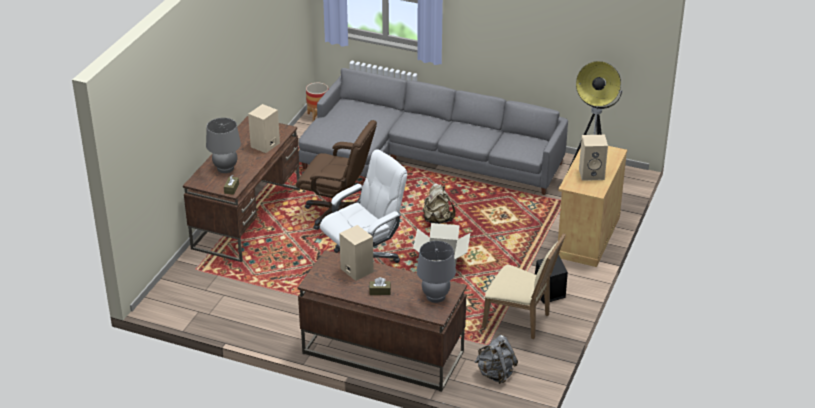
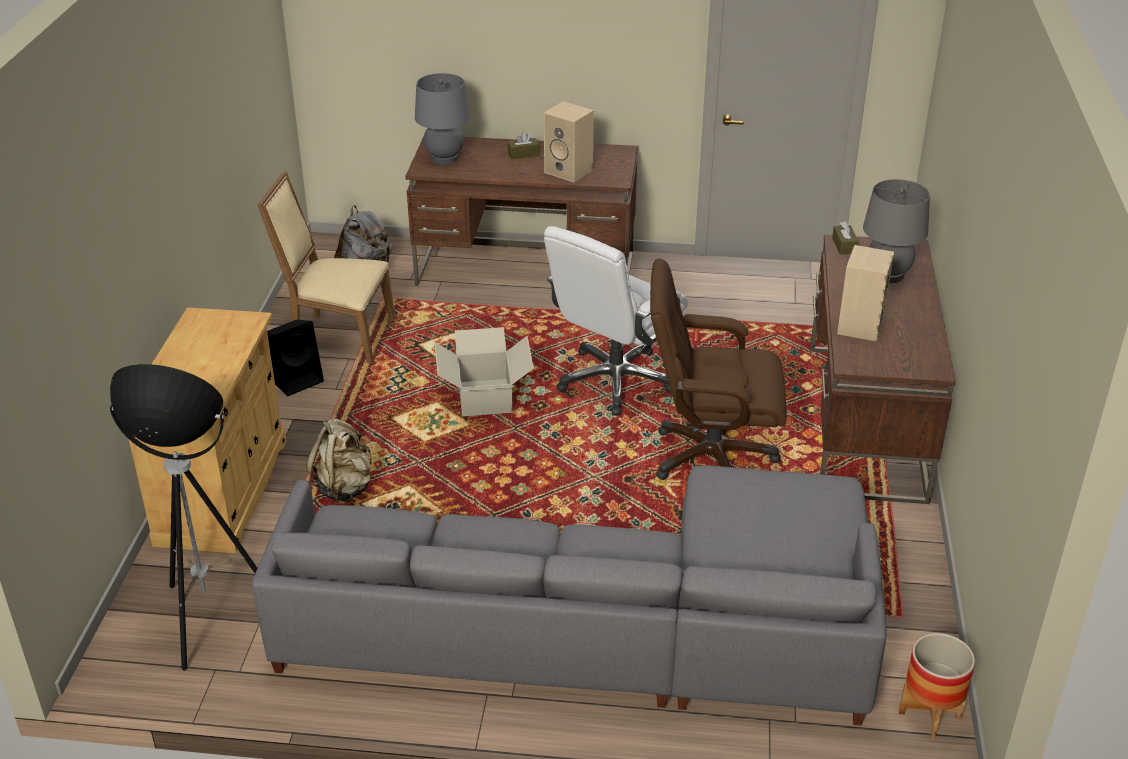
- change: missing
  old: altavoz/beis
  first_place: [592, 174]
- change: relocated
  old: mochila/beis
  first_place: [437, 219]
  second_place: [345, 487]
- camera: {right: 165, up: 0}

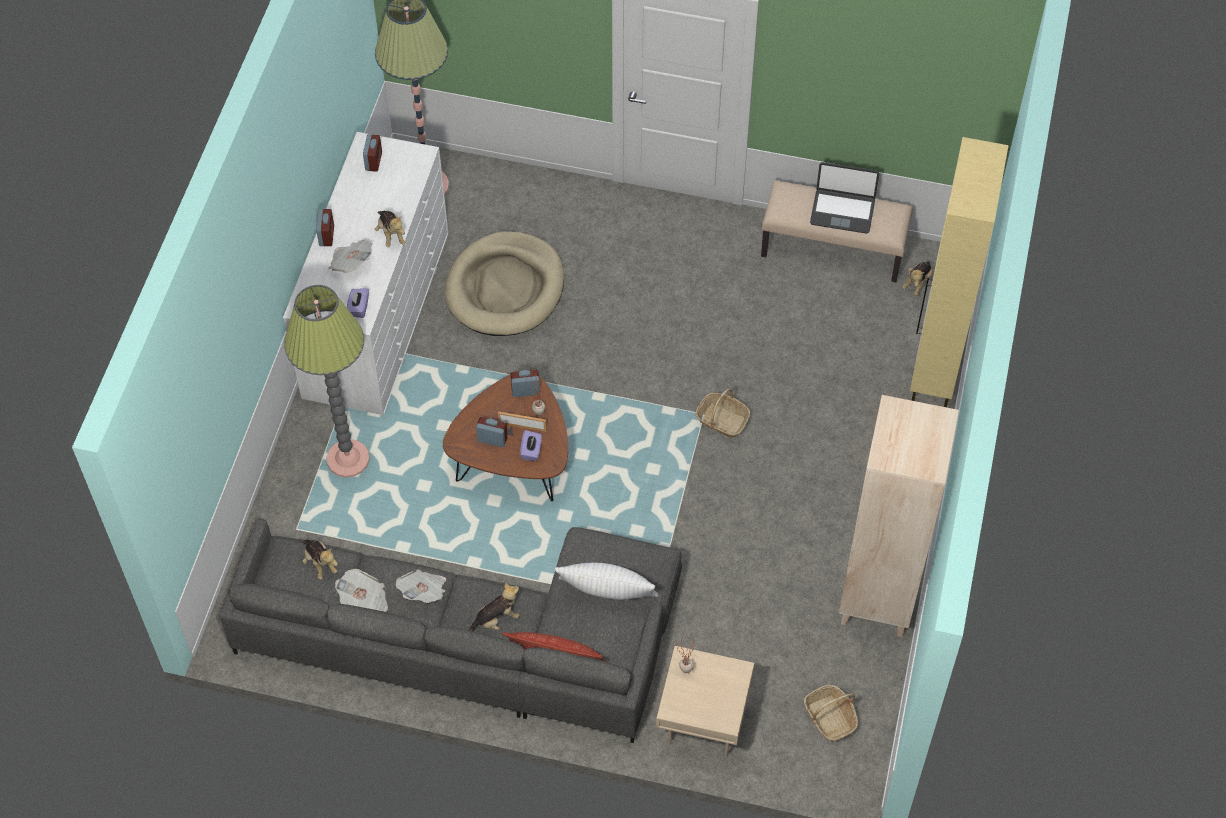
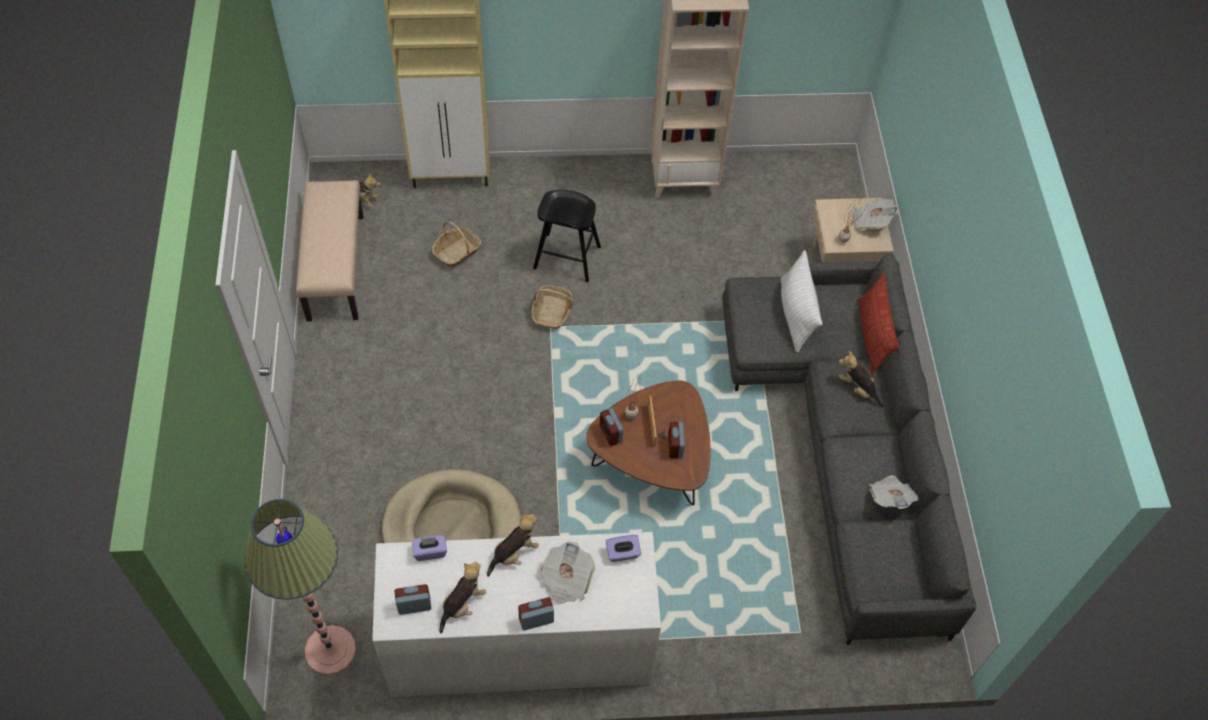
- change: missing
  old: lámpara de pie
  first_place: [348, 459]
- change: missing
  old: portátil
  first_place: [842, 211]
- change: appeared
  new: taburete/negro
  second_place: [567, 257]
- change: relocated
  old: peluche
  first_place: [319, 563]
  second_place: [463, 604]
- change: relocated
  old: periódico
  first_place: [424, 592]
  second_place: [870, 221]
- change: relocated
  old: caja de pañuelos/morado
  first_place: [531, 451]
  second_place: [430, 551]
- change: relocated
  old: cesta
  first_place: [830, 717]
  second_place: [457, 252]
- camera: {right: -110, up: 0}

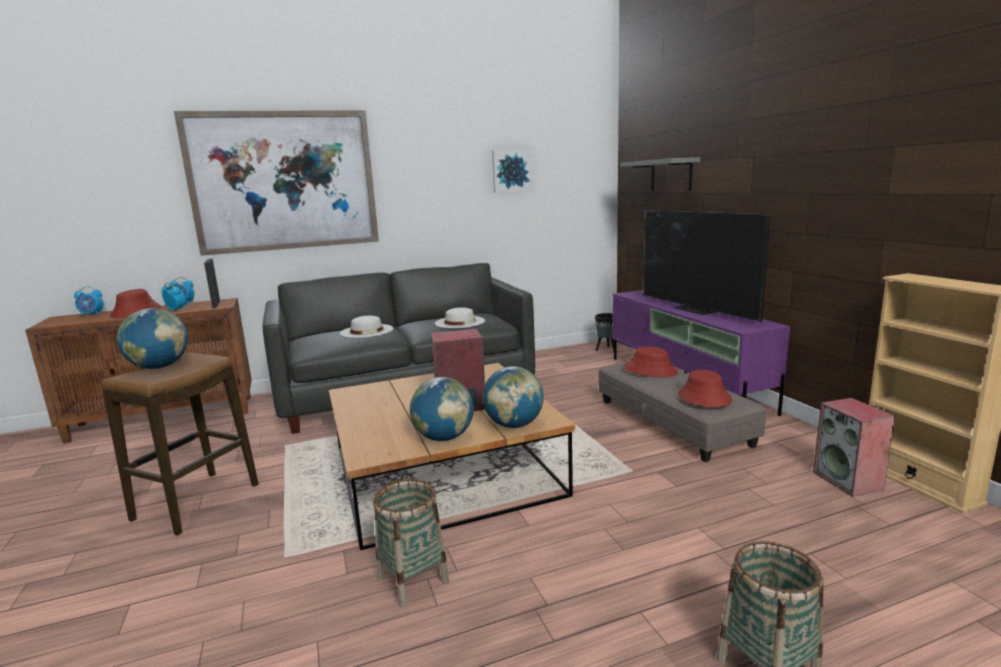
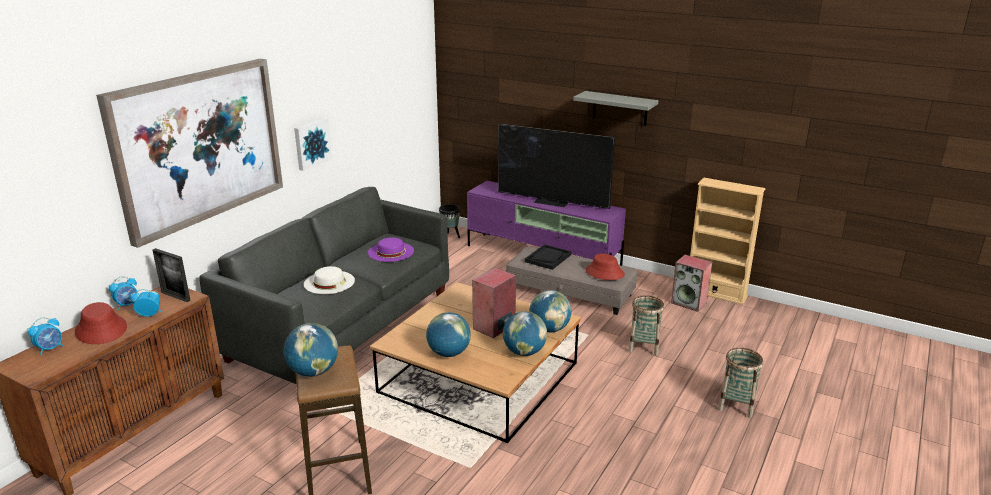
- change: appeared
  new: globo terráqueo
  second_place: [449, 353]
- change: relocated
  old: cesta
  first_place: [413, 579]
  second_place: [644, 346]
- change: relocated
  old: cuadro
  first_place: [511, 171]
  second_place: [311, 143]
- change: relocated
  old: estante/gris
  first_place: [671, 175]
  second_place: [620, 108]
- change: exchanged
  old: sombrero/rojo
  new: bandeja/negro
  first_place: [650, 370]
  second_place: [548, 258]
- change: colour
  old: sombrero/blanco
  new: sombrero/morado
  first_place: [460, 322]
  second_place: [391, 251]
- camera: {right: -40, up: 10}

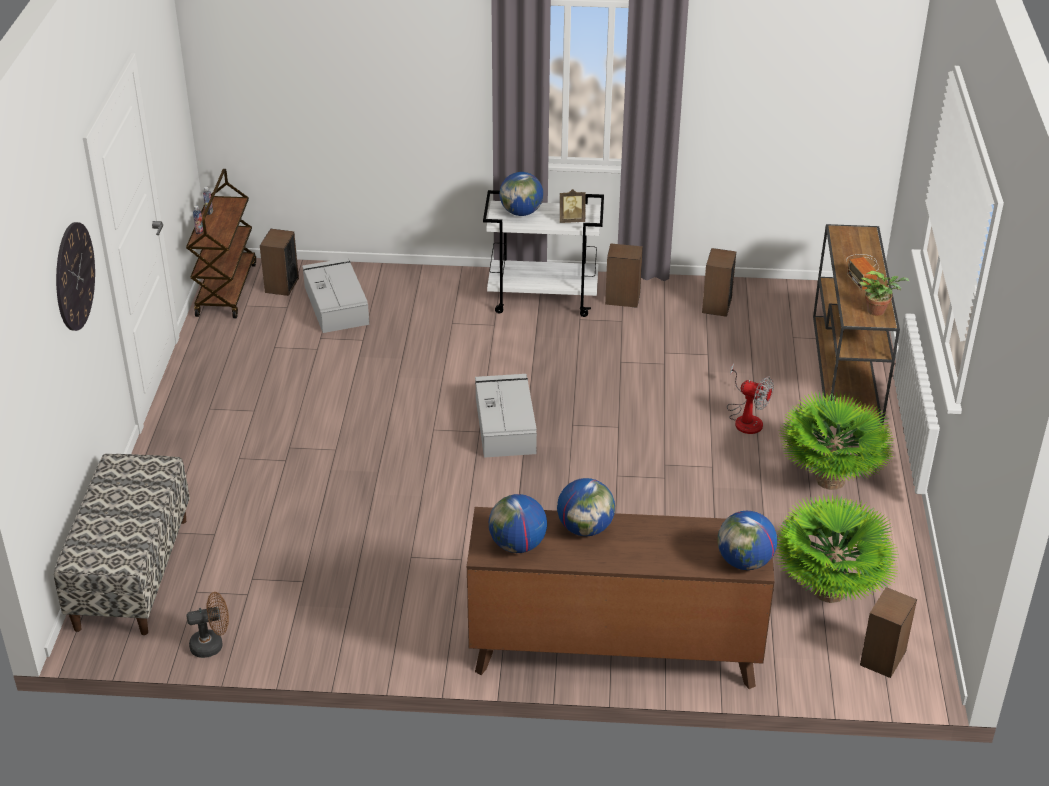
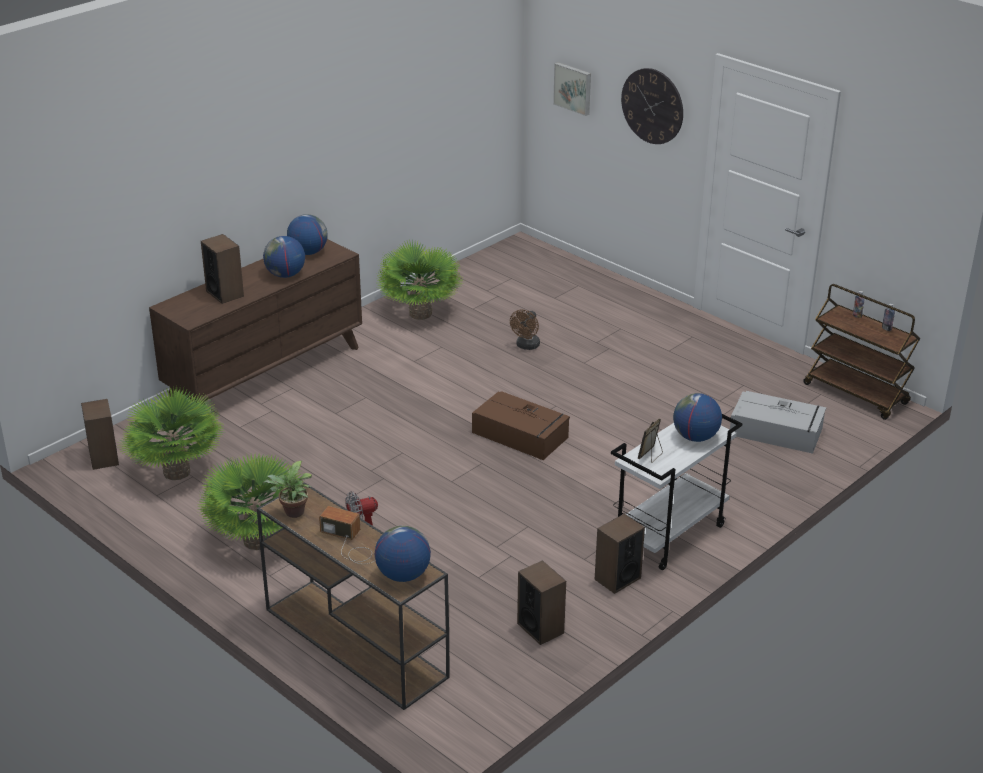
- change: missing
  old: banco
  first_place: [131, 573]
- change: appeared
  new: planta en maceta
  second_place: [420, 314]
- change: appeared
  new: cuadro
  second_place: [573, 88]
- change: relocated
  old: ventilador/marrón
  first_place: [212, 645]
  second_place: [526, 346]
- change: relocated
  old: altavoz
  first_place: [281, 285]
  second_place: [225, 293]
- change: relocated
  old: globo terráqueo
  first_place: [744, 562]
  second_place: [403, 575]
- change: colour
  old: caja de almacenaje/gris
  new: caja de almacenaje/marrón
  first_place: [505, 425]
  second_place: [521, 435]
- camera: {right: 130, up: -5}

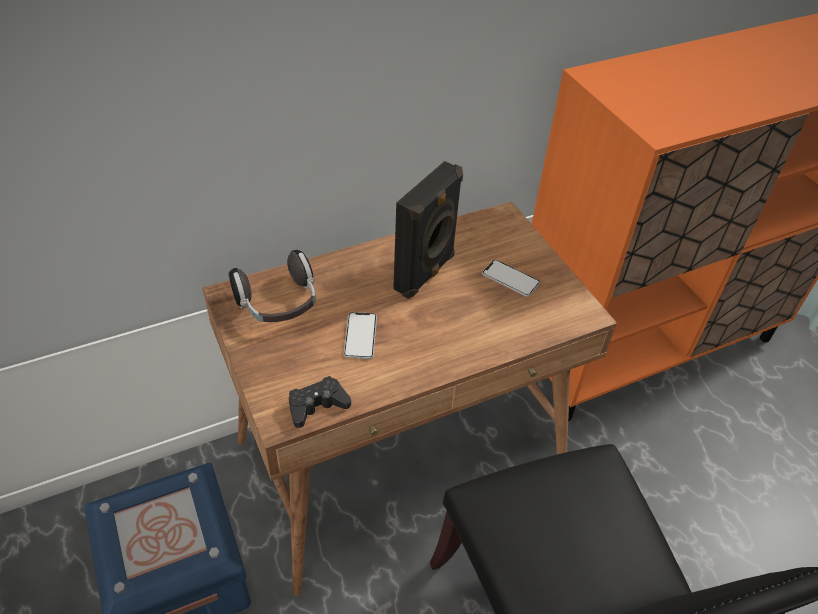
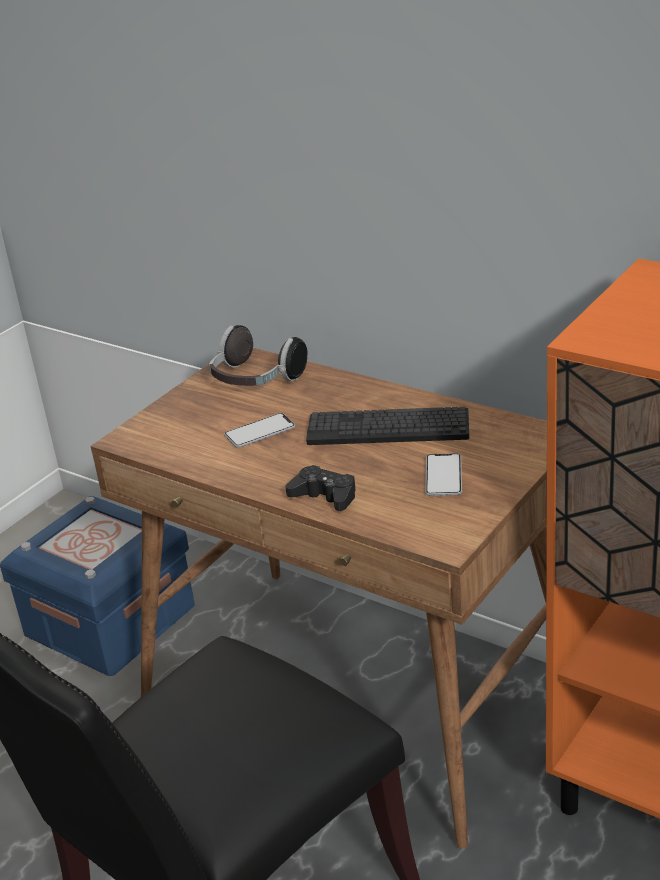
- change: relocated
  old: mando de consola/negro
  first_place: [317, 406]
  second_place: [324, 496]
- change: exchanged
  old: altavoz/negro
  new: teclado
  first_place: [426, 273]
  second_place: [388, 428]
- camera: {right: 65, up: -15}

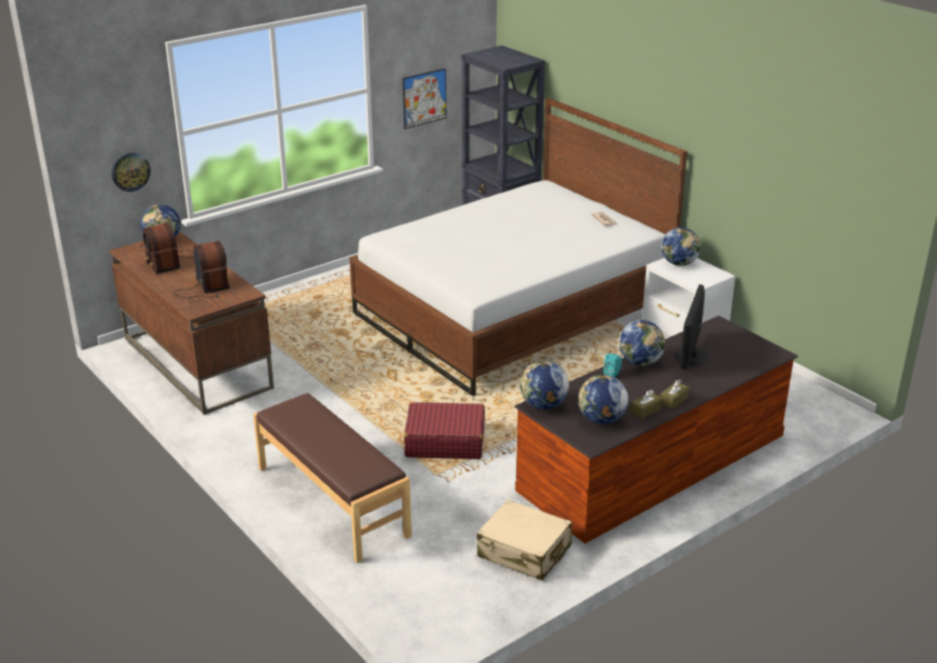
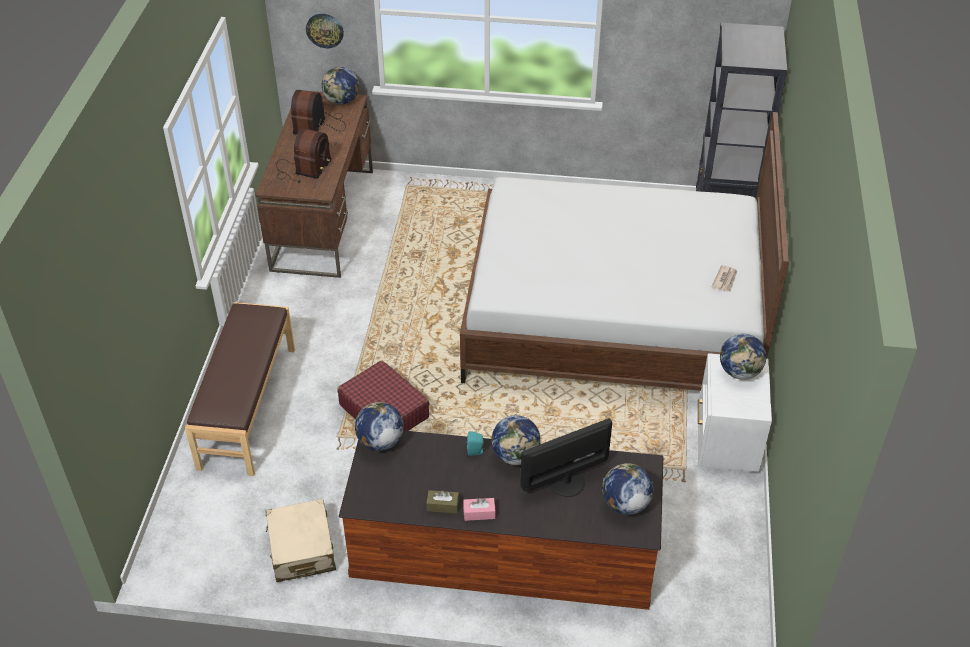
- change: missing
  old: cuadro
  first_place: [424, 98]
- change: relocated
  old: globo terráqueo
  first_place: [601, 419]
  second_place: [625, 504]
- change: colour
  old: caja de pañuelos/marrón
  new: caja de pañuelos/rosa
  first_place: [673, 400]
  second_place: [479, 513]
- camera: {right: 45, up: 15}

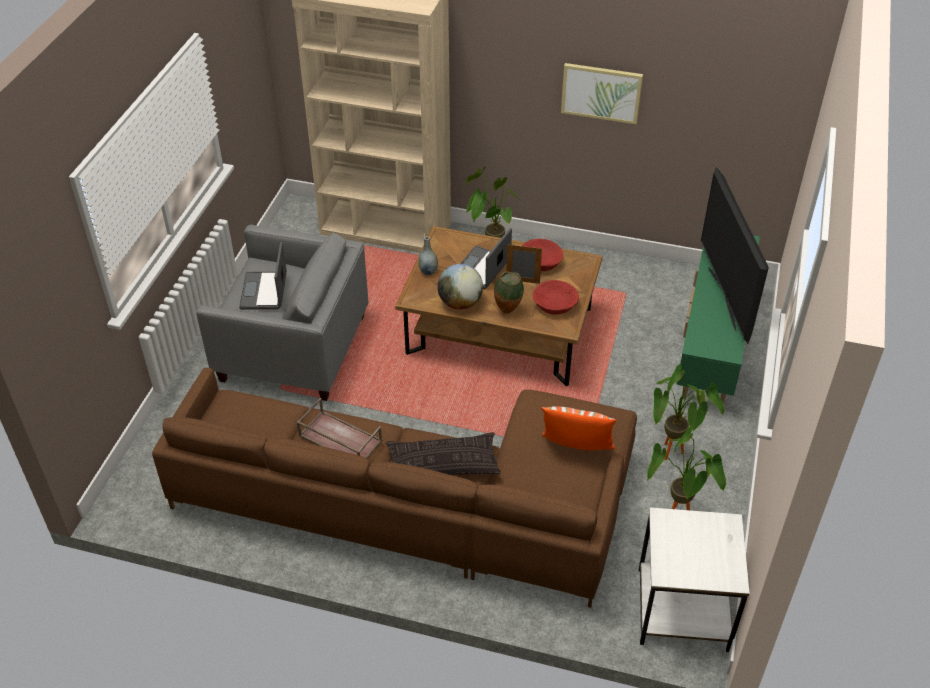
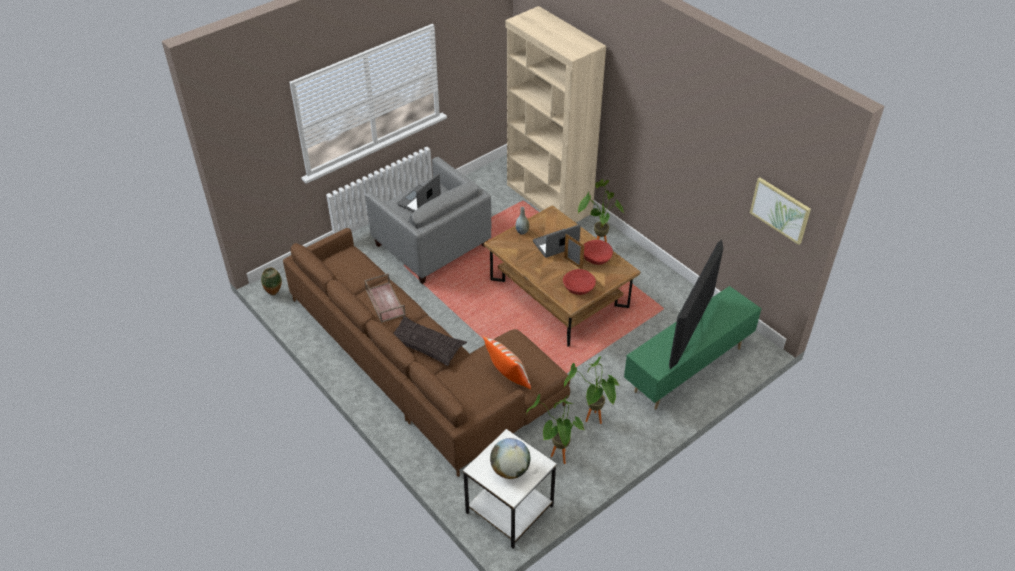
- change: relocated
  old: globo terráqueo
  first_place: [460, 303]
  second_place: [510, 470]
- change: relocated
  old: florero
  first_place: [507, 310]
  second_place: [274, 293]
- change: relocated
  old: cuadro
  first_place: [601, 92]
  second_place: [780, 210]
- camera: {right: 35, up: 0}

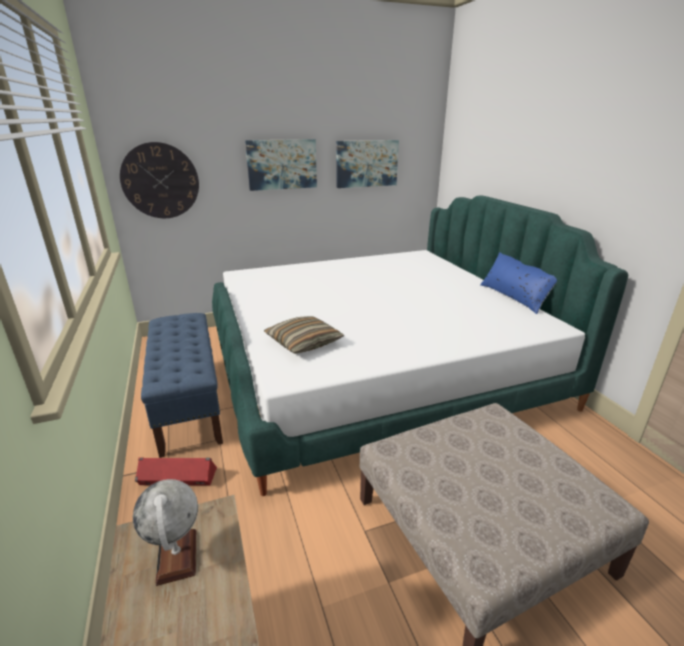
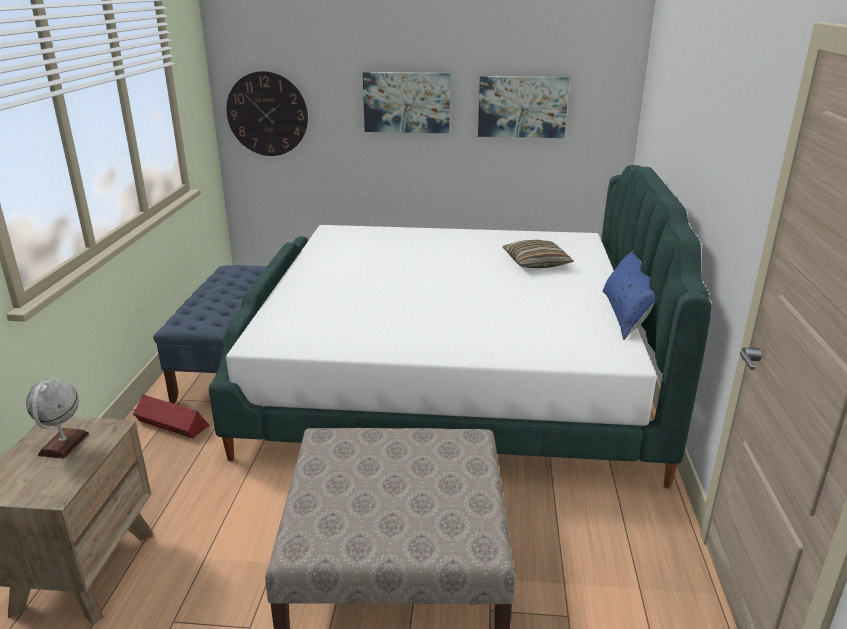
- change: relocated
  old: cojín
  first_place: [304, 342]
  second_place: [536, 263]
- camera: {right: 25, up: 0}

